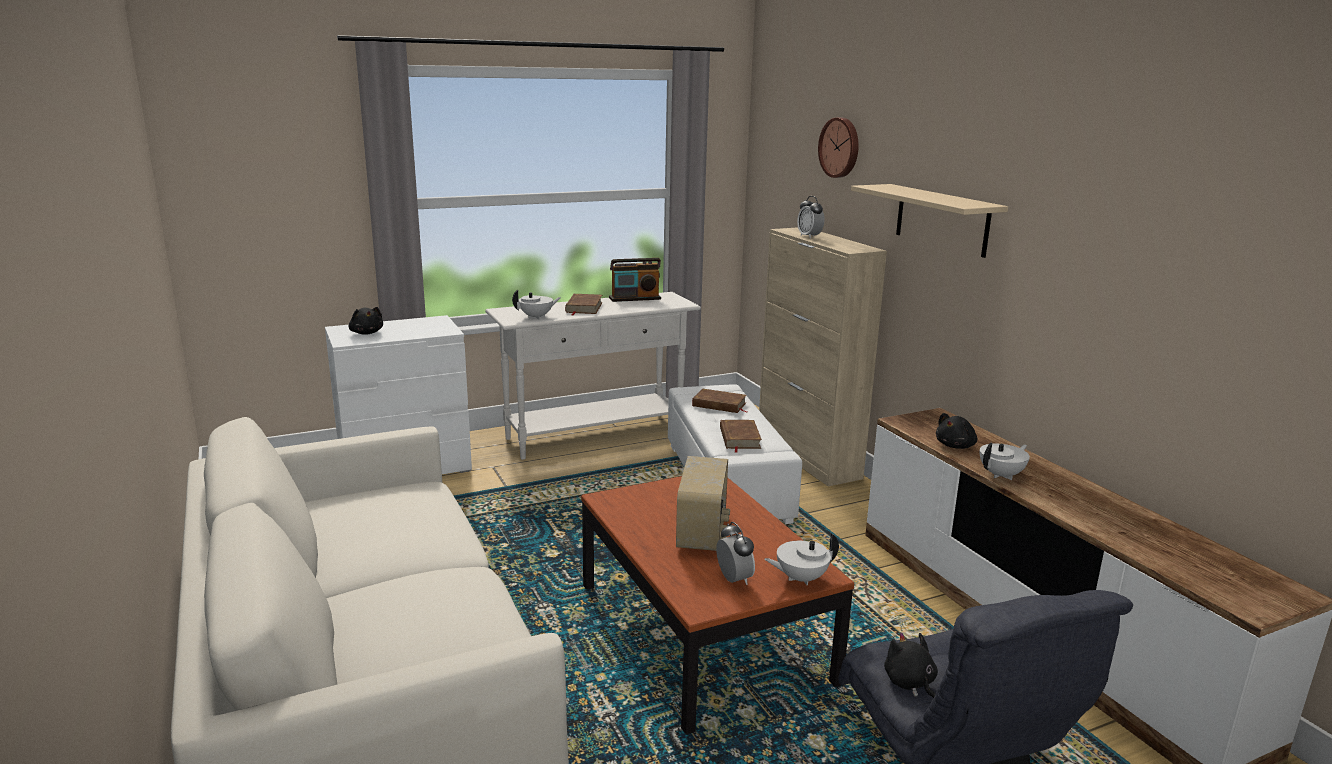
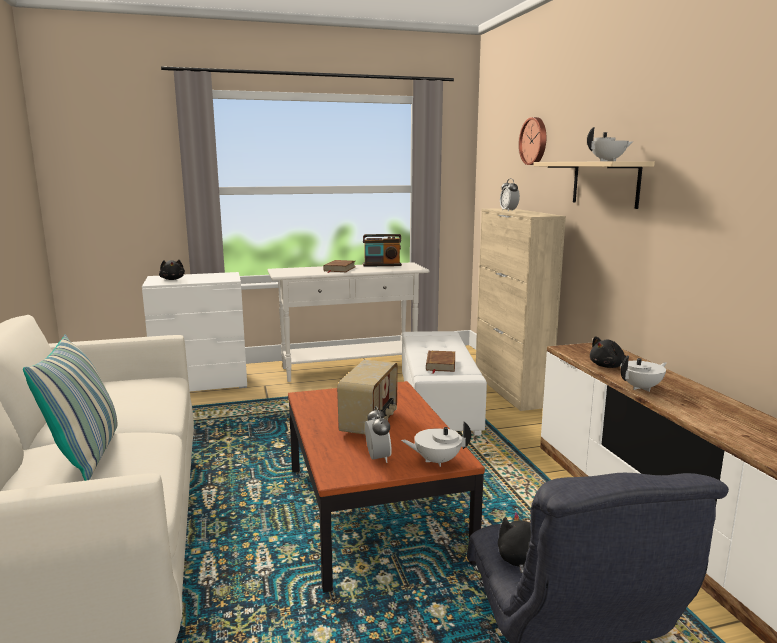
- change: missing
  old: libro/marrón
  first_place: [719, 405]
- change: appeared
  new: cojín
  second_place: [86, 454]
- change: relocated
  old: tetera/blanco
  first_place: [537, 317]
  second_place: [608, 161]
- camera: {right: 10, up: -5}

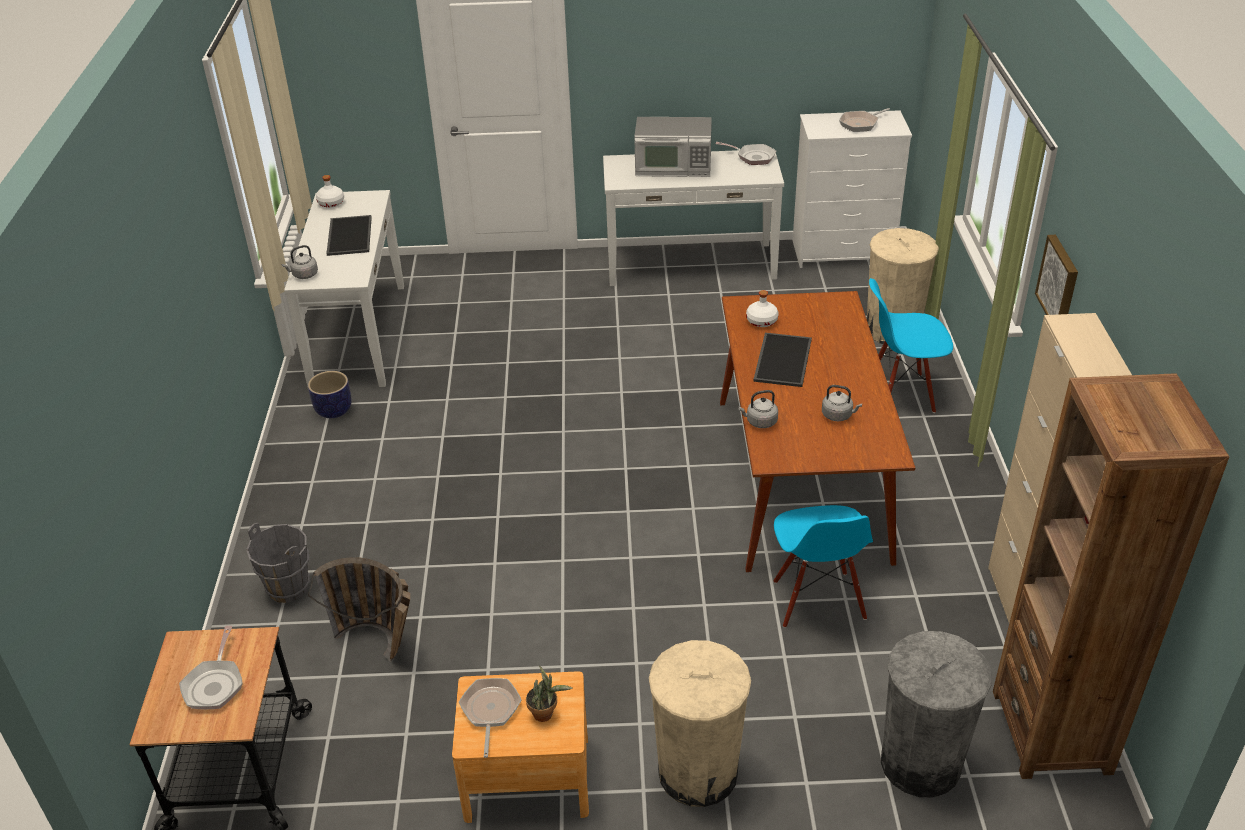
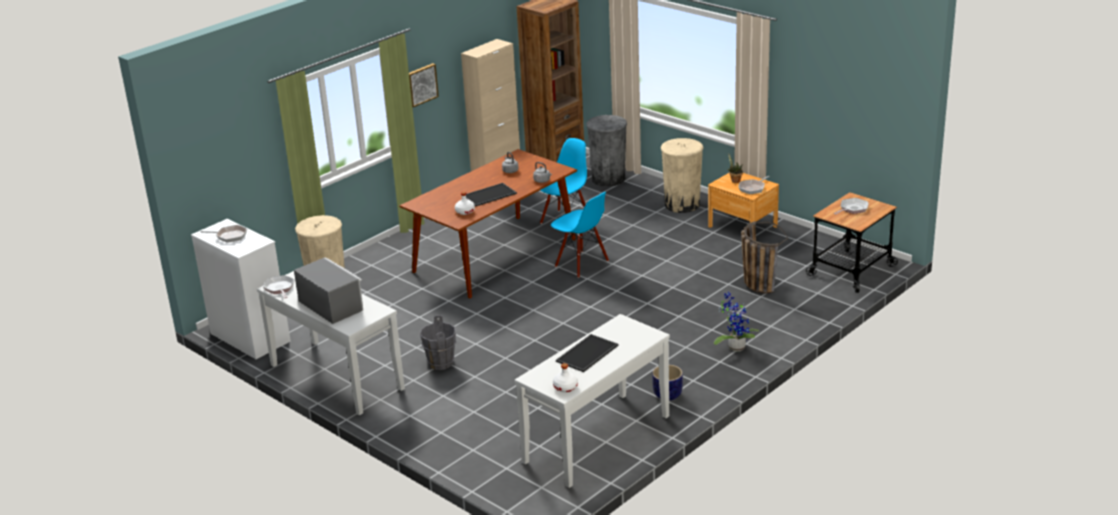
- change: missing
  old: hervidor/gris
  first_place: [303, 275]
- change: appeared
  new: planta en maceta
  second_place: [735, 346]
- change: relocated
  old: cubo/gris
  first_place: [289, 588]
  second_place: [440, 363]
- change: relocated
  old: silla/azul
  first_place: [900, 394]
  second_place: [581, 264]
- camera: {right: -135, up: -10}

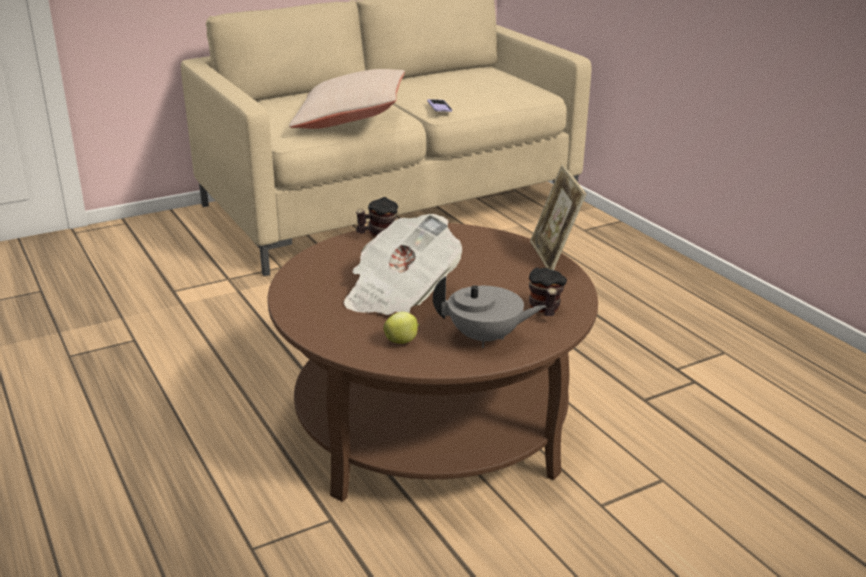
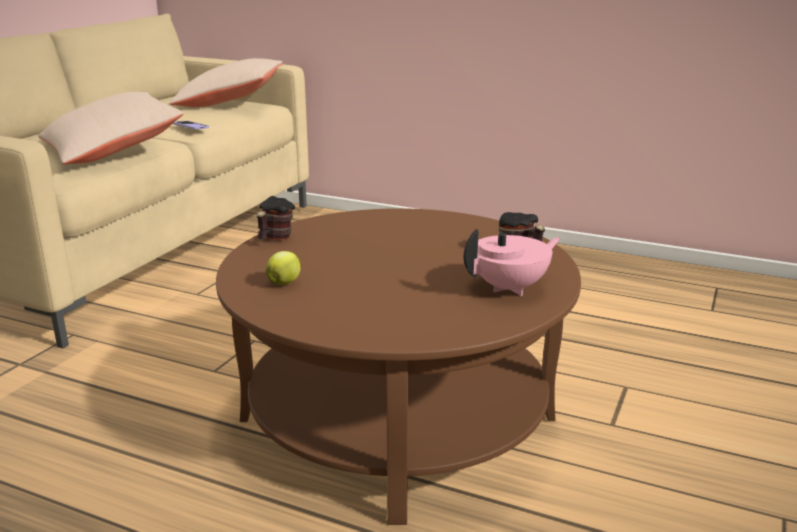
- change: missing
  old: periódico
  first_place: [399, 294]
- change: missing
  old: portarretratos
  first_place: [553, 257]
- change: appeared
  new: cojín/beis
  second_place: [230, 102]
- change: relocated
  old: manzana
  first_place: [402, 341]
  second_place: [284, 283]
- change: colour
  old: tetera/gris
  new: tetera/rosa
  first_place: [485, 338]
  second_place: [510, 288]
- camera: {right: -35, up: -5}

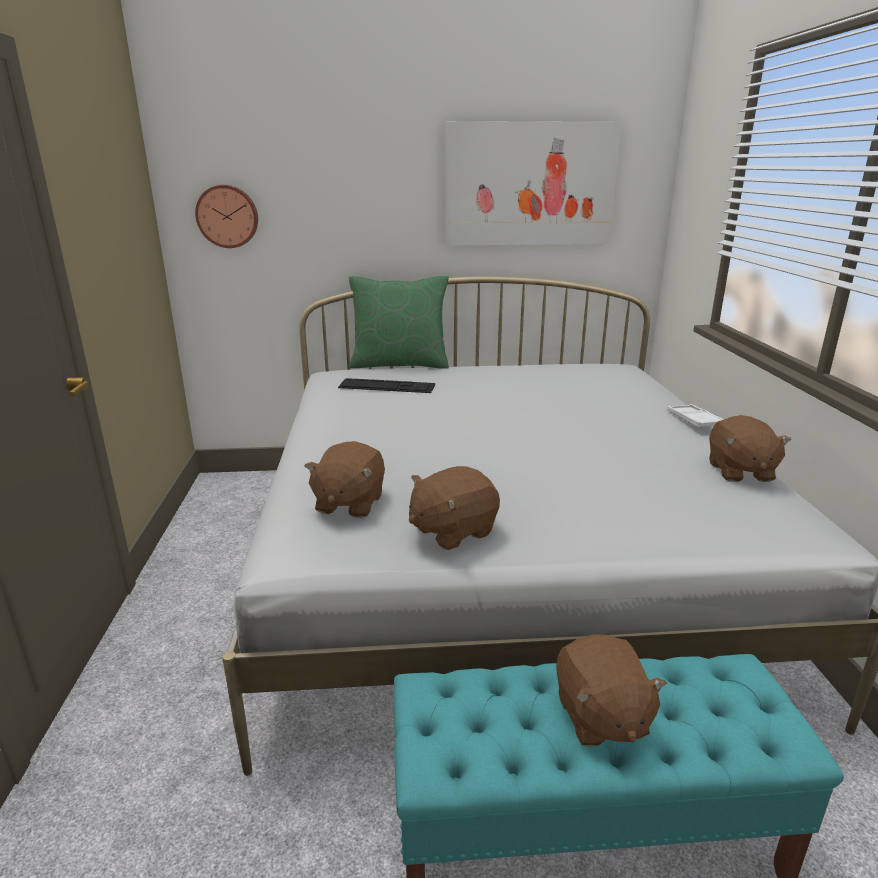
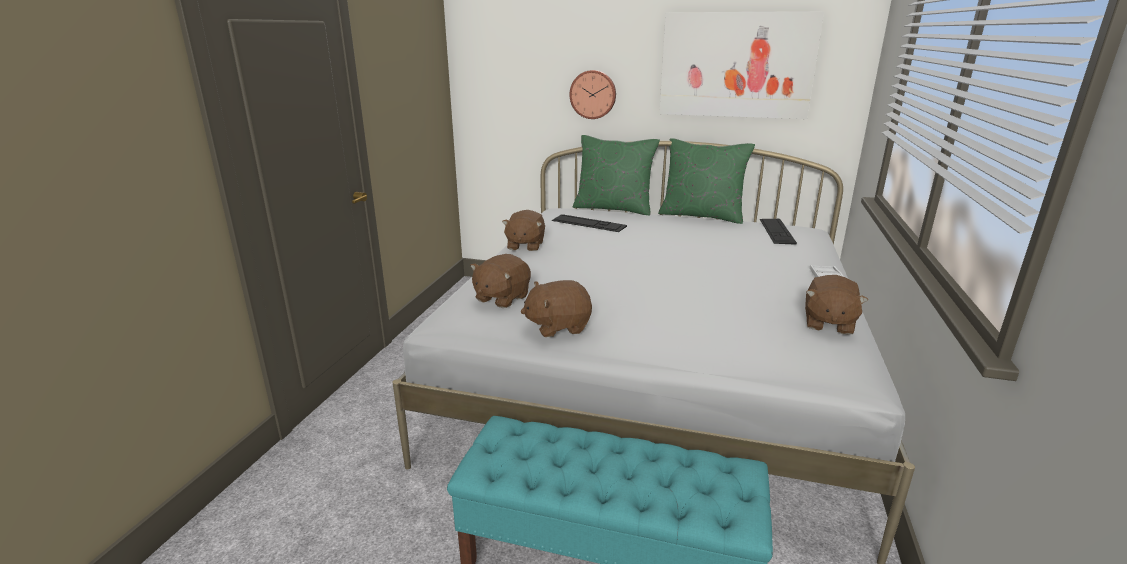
- change: appeared
  new: cojín/verde
  second_place: [701, 215]
- change: appeared
  new: teclado
  second_place: [777, 231]
- change: relocated
  old: reloj de pared
  first_place: [227, 216]
  second_place: [593, 94]
- change: relocated
  old: peluche/marrón
  first_place: [600, 717]
  second_place: [525, 245]
- camera: {right: 20, up: 0}

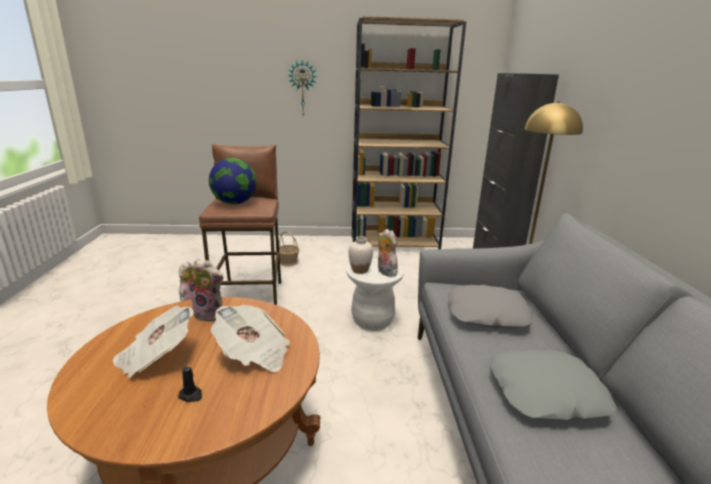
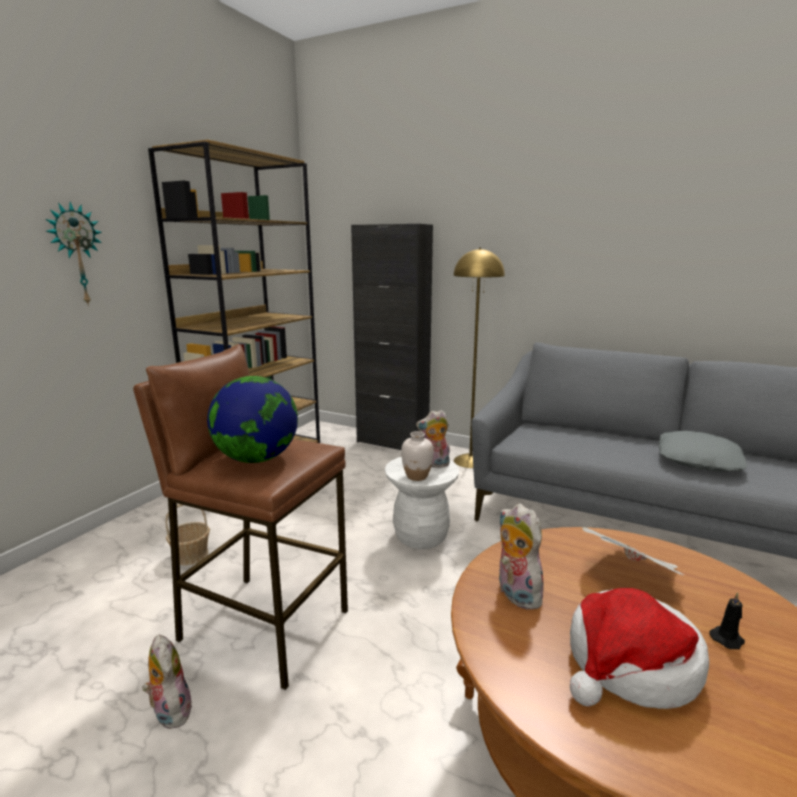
- change: missing
  old: cojín/gris
  first_place: [487, 314]
- change: exchanged
  old: periódico
  new: sombrero
  first_place: [156, 356]
  second_place: [630, 665]
- change: spun
  old: peluche
  first_place: [211, 314]
  second_place: [515, 594]
  degrees: -75
- camera: {right: -60, up: -5}

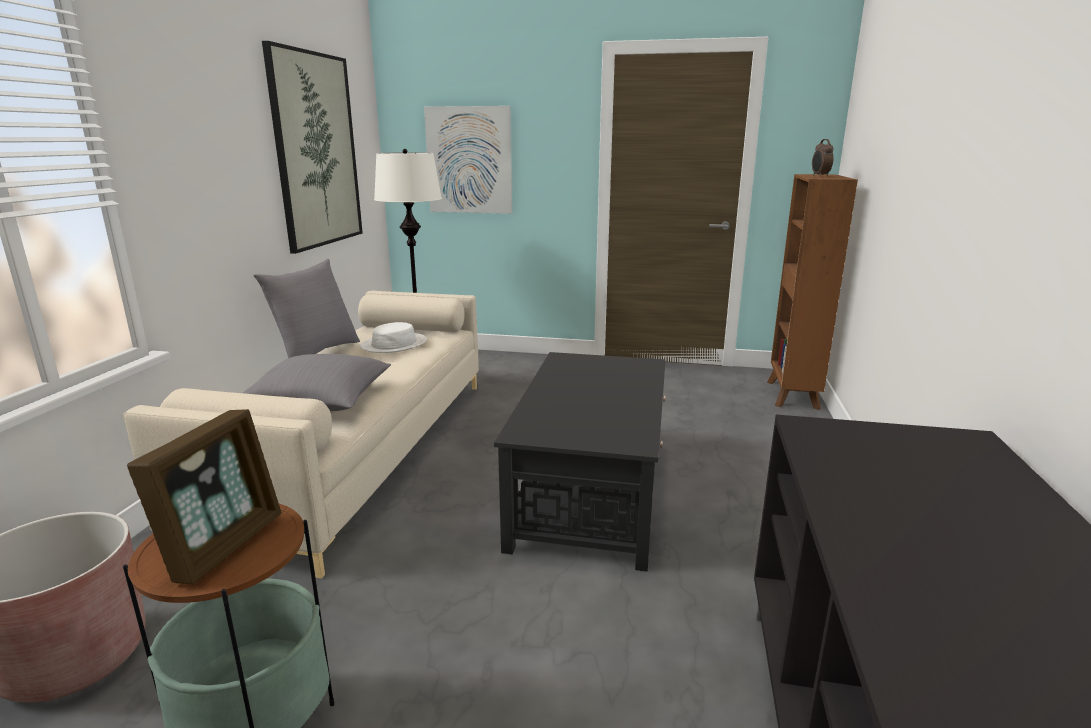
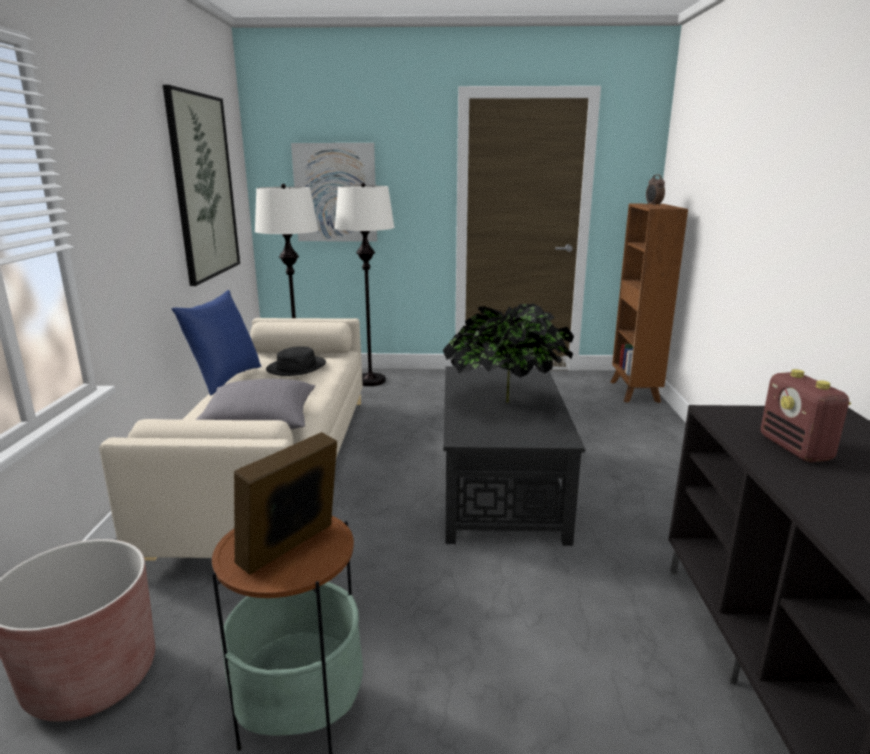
- change: appeared
  new: lámpara de pie/blanco
  second_place: [370, 380]
- change: appeared
  new: planta en maceta
  second_place: [506, 403]
- change: appeared
  new: radio
  second_place: [796, 449]
- change: colour
  old: cojín/gris
  new: cojín/azul
  first_place: [316, 352]
  second_place: [225, 379]
- change: colour
  old: sombrero/blanco
  new: sombrero/negro
  first_place: [394, 344]
  second_place: [296, 367]
- change: spun
  old: portarretratos
  first_place: [224, 545]
  second_place: [290, 548]
  degrees: -150
- camera: {right: -10, up: 0}

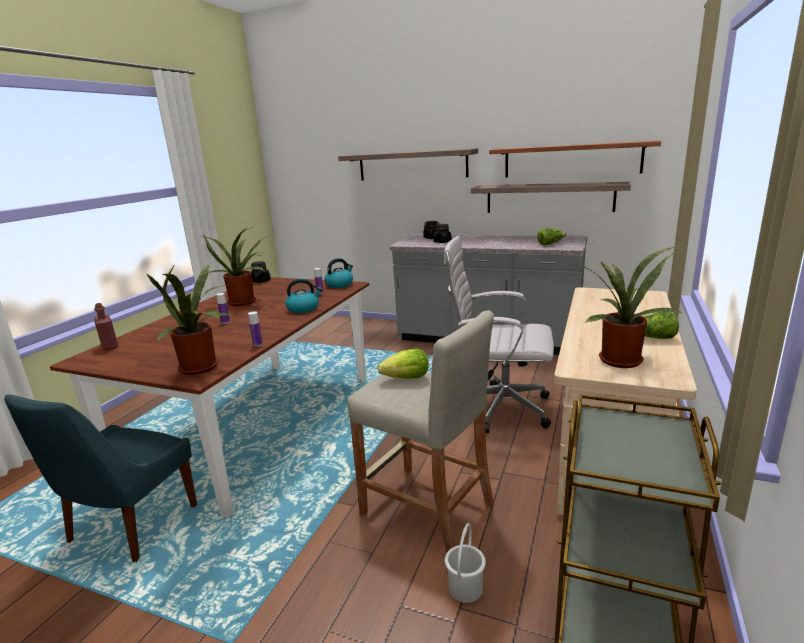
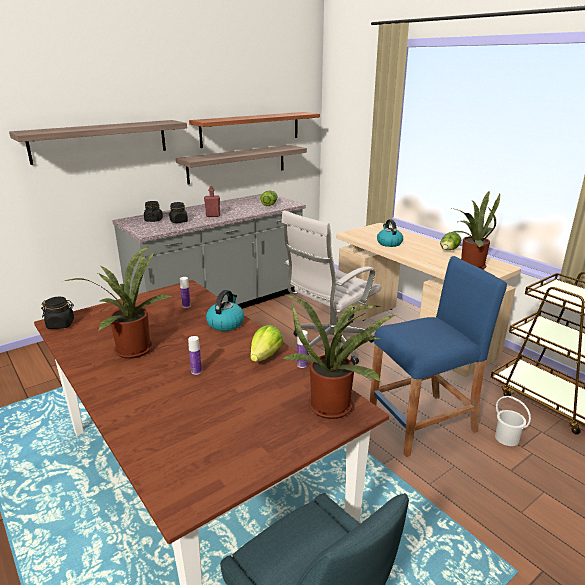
- change: relocated
  old: botella/rojo
  first_place: [110, 346]
  second_place: [213, 216]
- change: relocated
  old: hervidor
  first_place: [339, 285]
  second_place: [389, 243]
- change: relocated
  old: lechuga
  first_place: [407, 378]
  second_place: [265, 356]
- change: colour
  old: taburete/beis
  new: taburete/azul
  first_place: [427, 508]
  second_place: [422, 423]
- camera: {right: -60, up: 5}

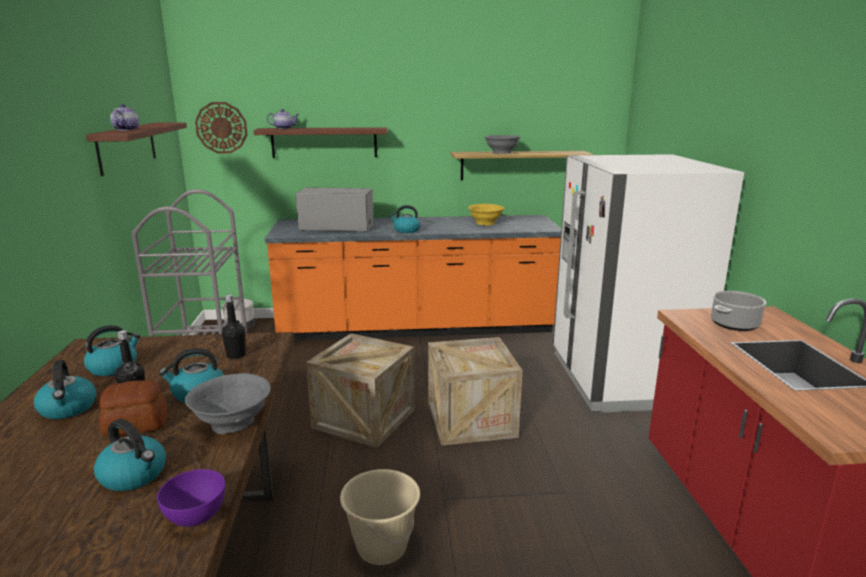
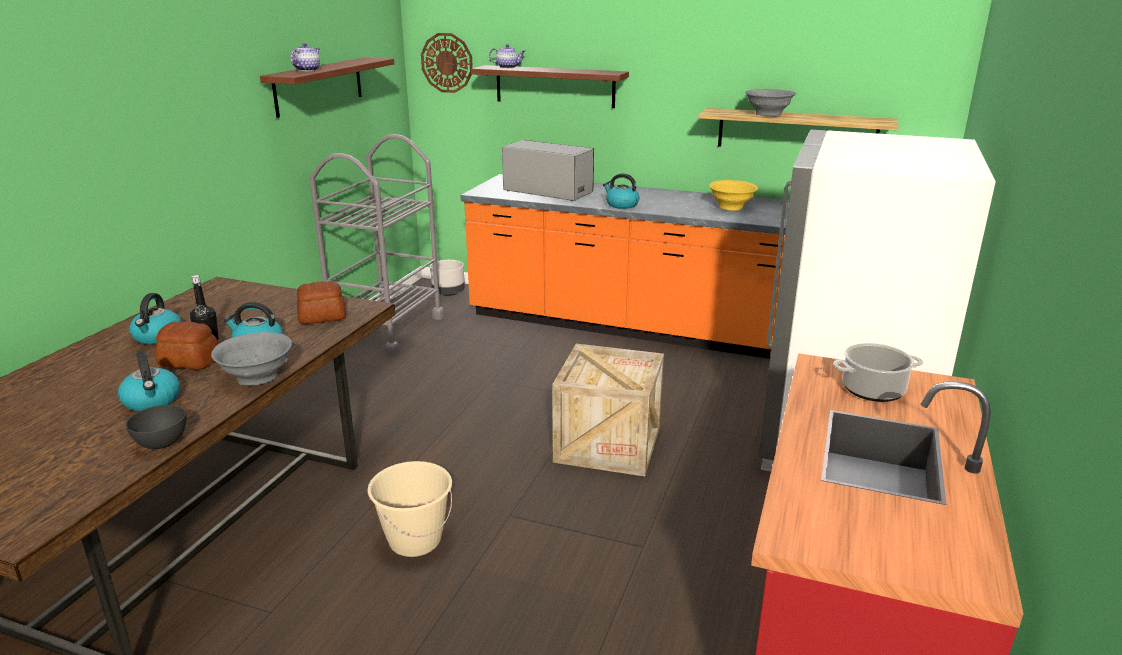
- change: missing
  old: hervidor
  first_place: [113, 367]
- change: missing
  old: caja de embalaje
  first_place: [364, 418]
- change: exchanged
  old: botella/negro
  new: pan
  first_place: [236, 355]
  second_place: [321, 317]
- change: colour
  old: cuenco/morado
  new: cuenco/gris
  first_place: [196, 516]
  second_place: [162, 443]
- camera: {right: 25, up: 5}

